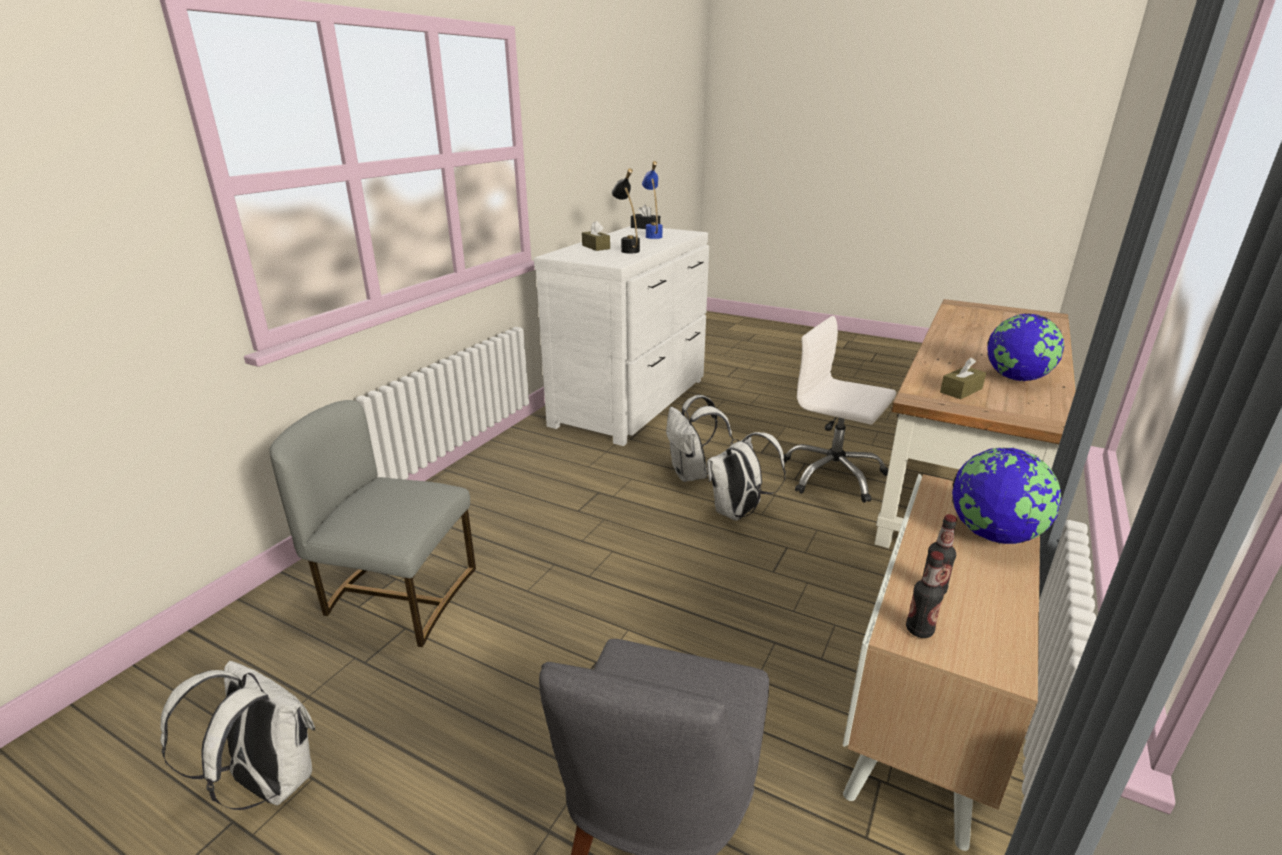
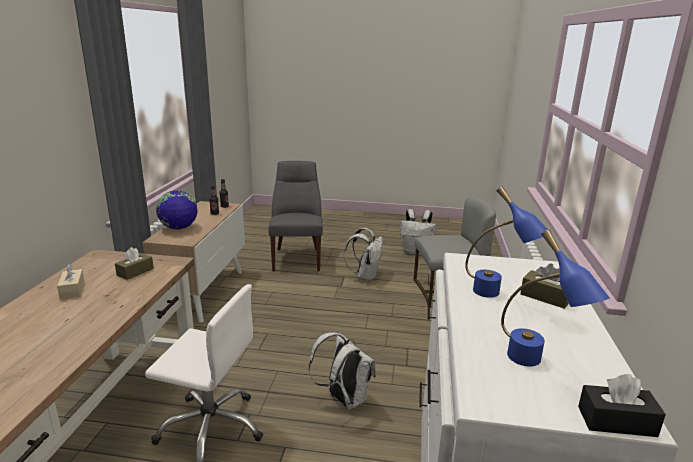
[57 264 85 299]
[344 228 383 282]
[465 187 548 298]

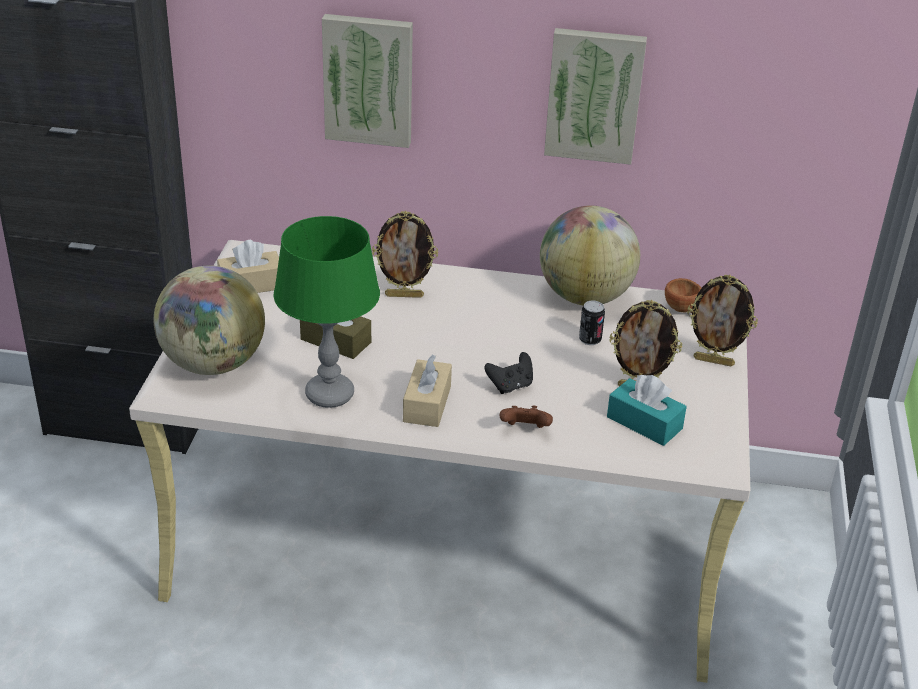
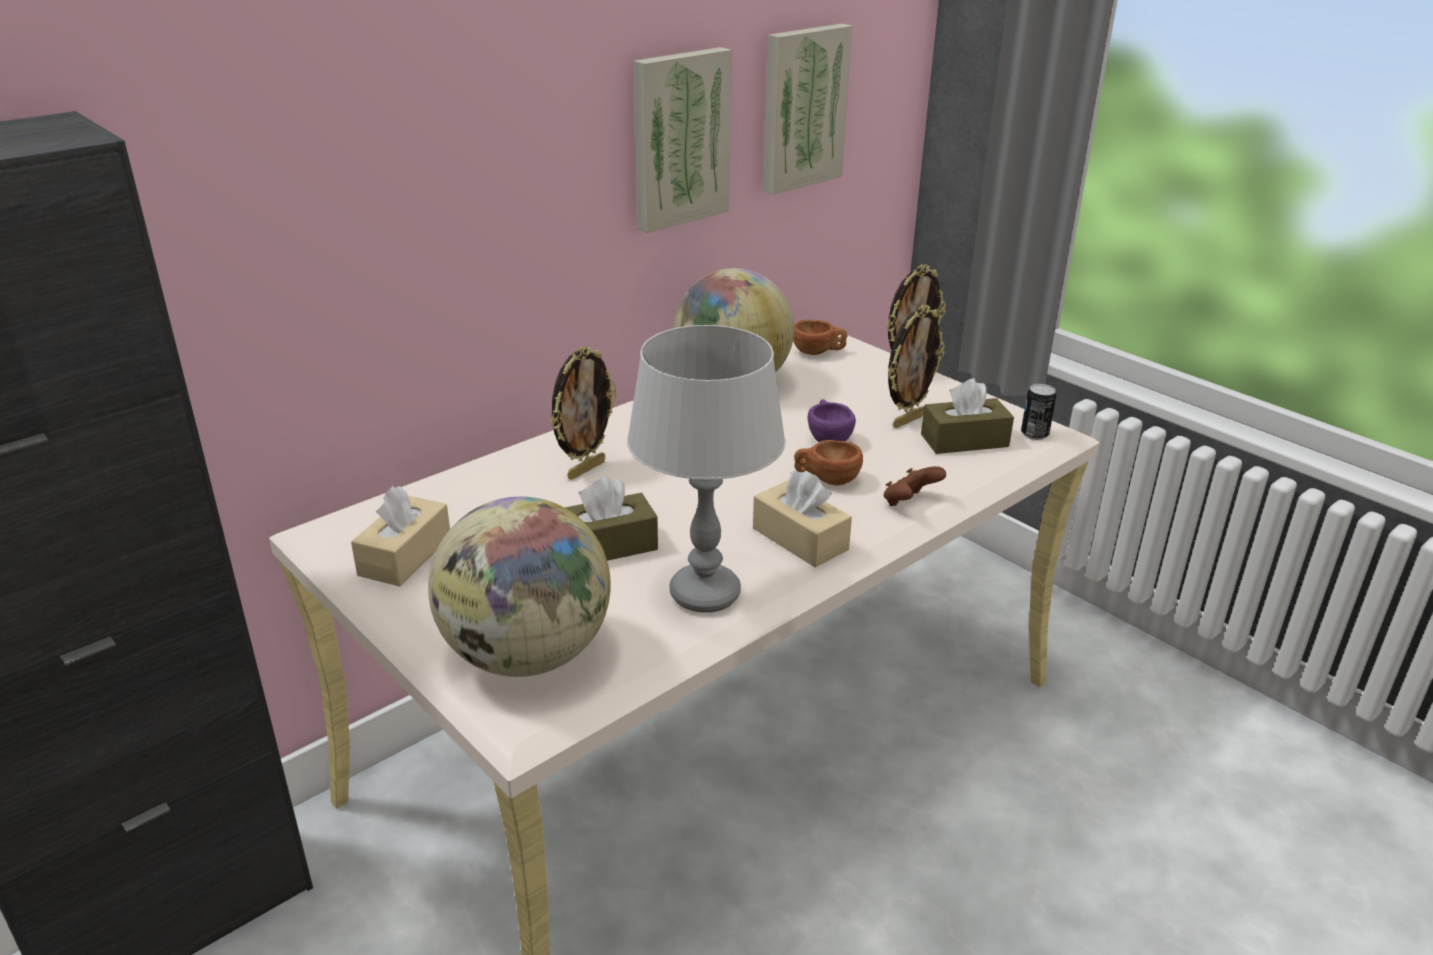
[627 325 786 613]
[763 24 852 195]
[794 440 863 485]
[808 399 856 442]
[921 379 1014 454]
[1021 384 1056 440]

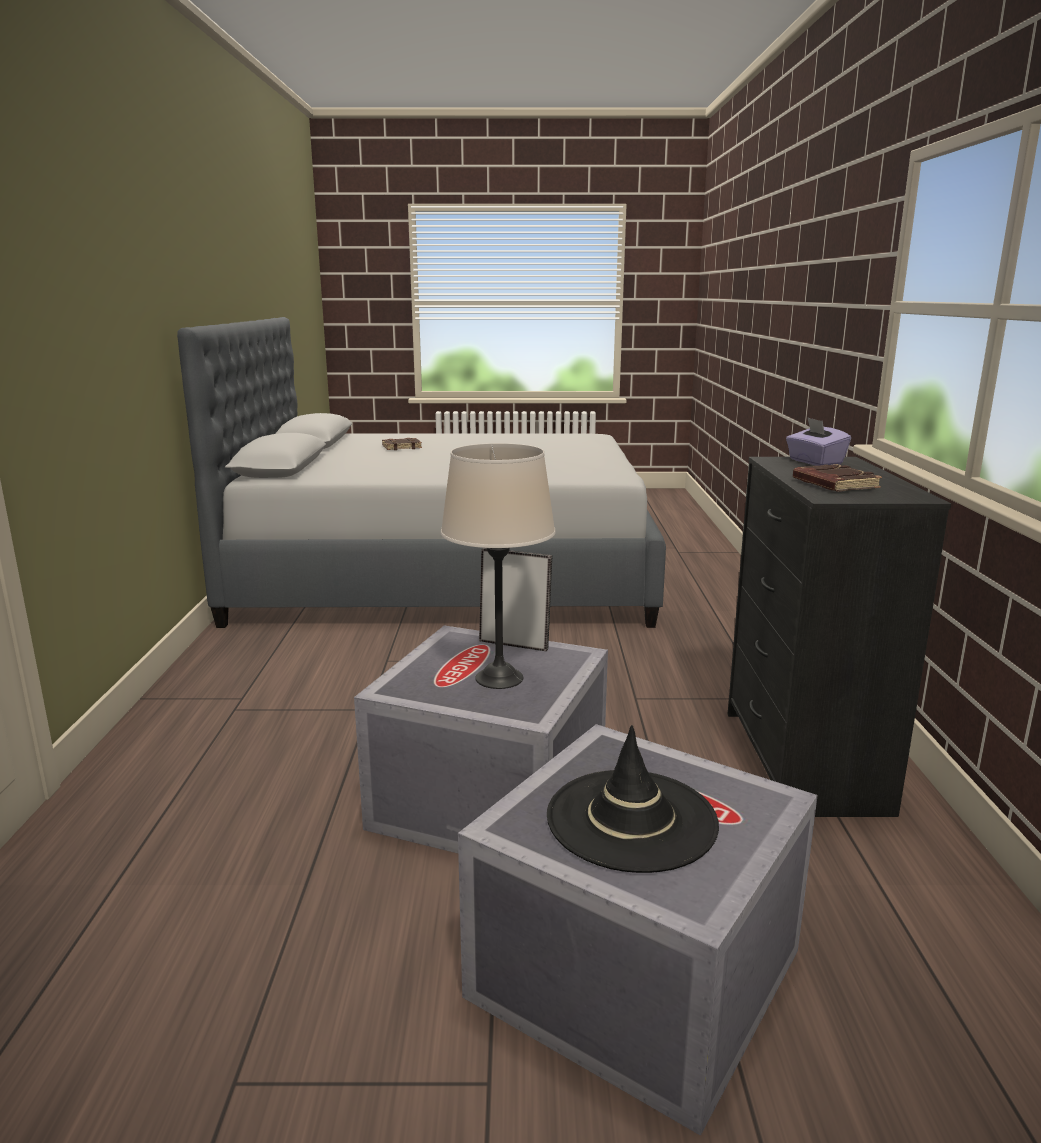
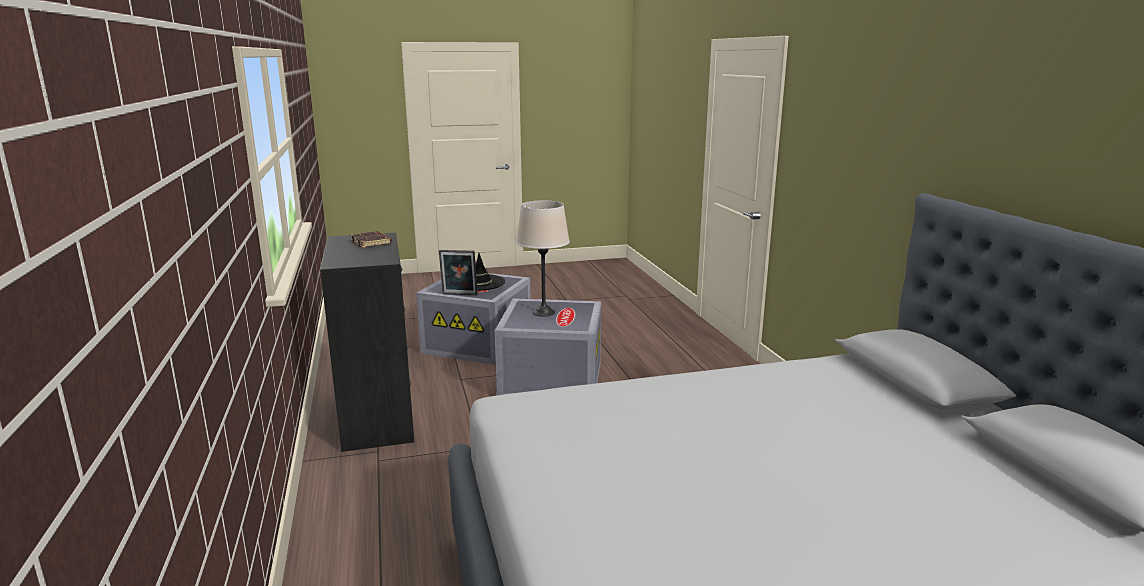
[439 250 477 295]
[382 438 422 450] (first image)
[786 417 851 466] (first image)

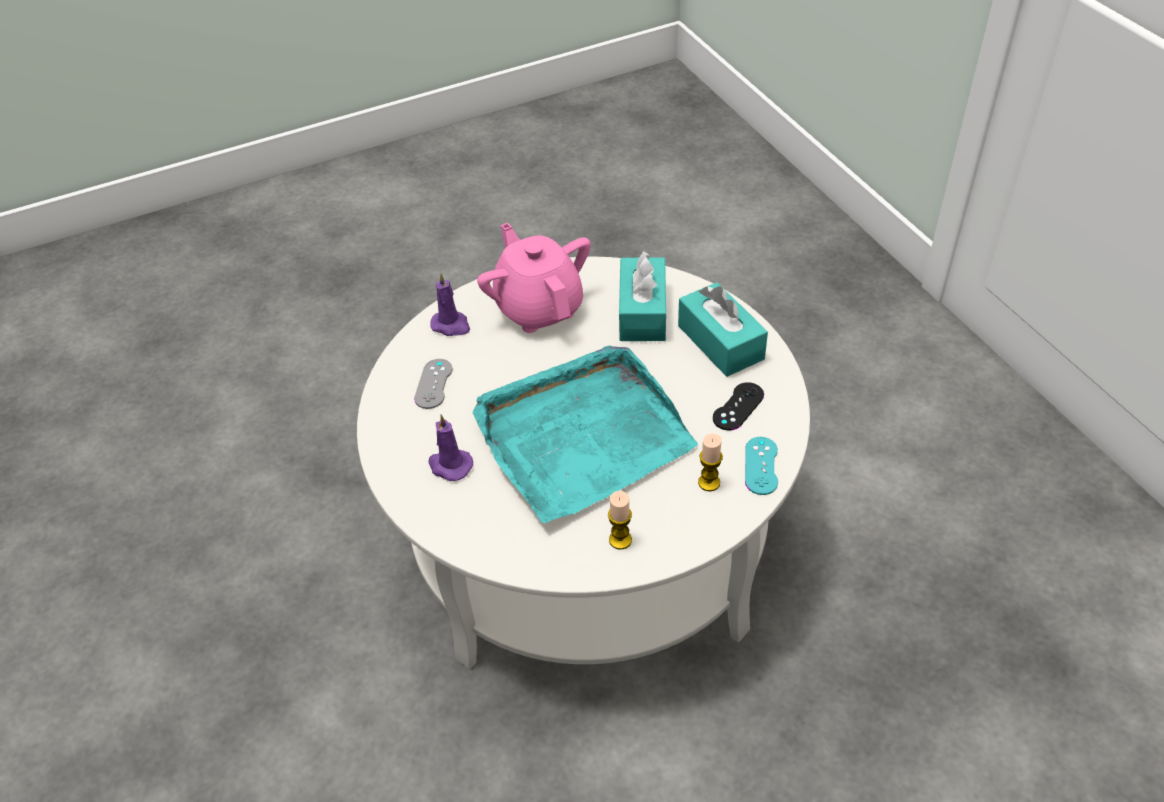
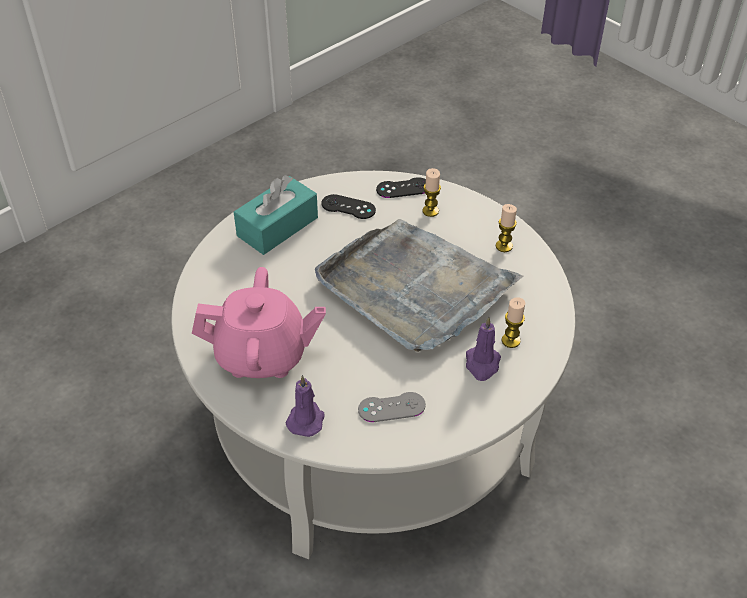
[192 267 326 378]
[315 219 523 352]
[376 177 426 198]
[502 297 525 348]
[619 251 666 341] (first image)

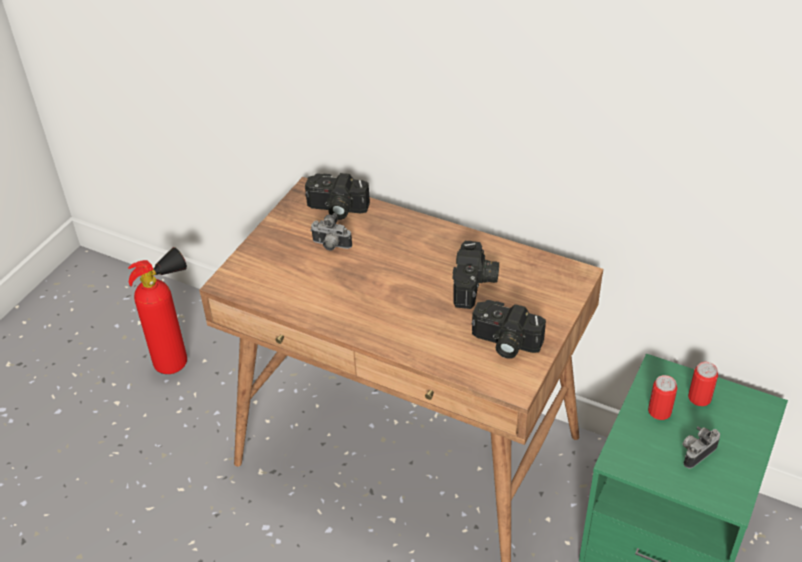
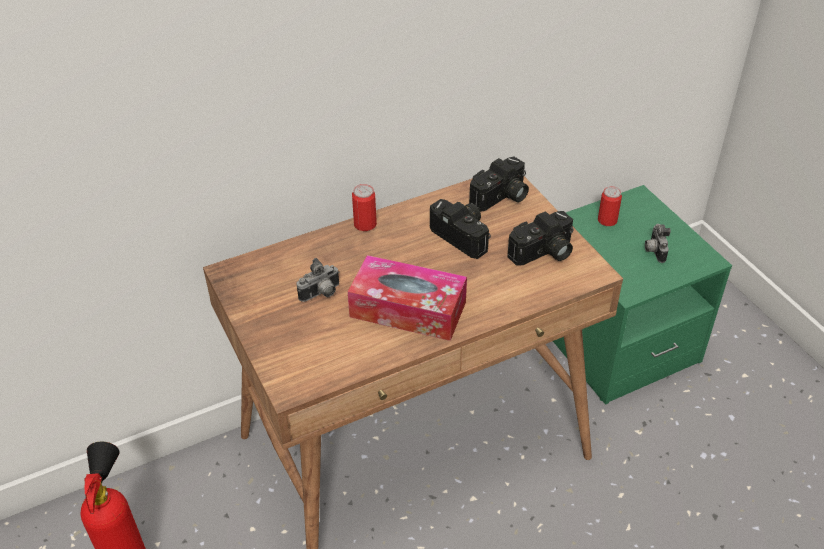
[348 255 467 341]
[352 184 377 231]
[469 156 529 212]

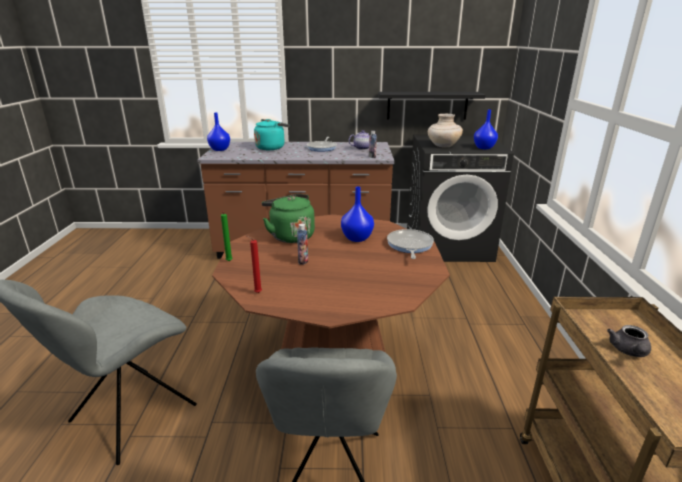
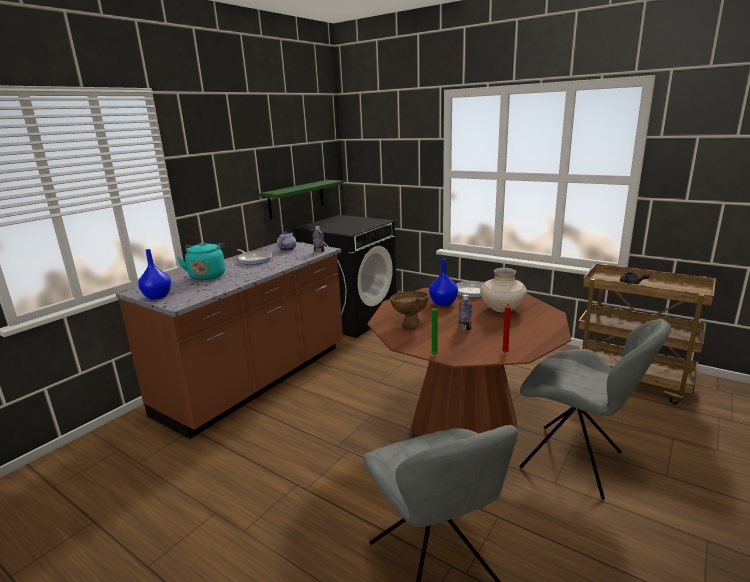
[259 180 343 219]
[390 290 429 328]
[480 268 527 313]
[474 109 498 149] (first image)

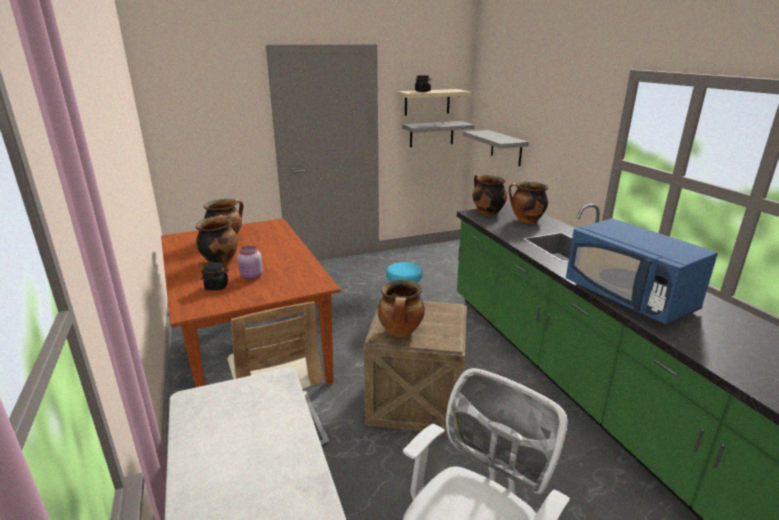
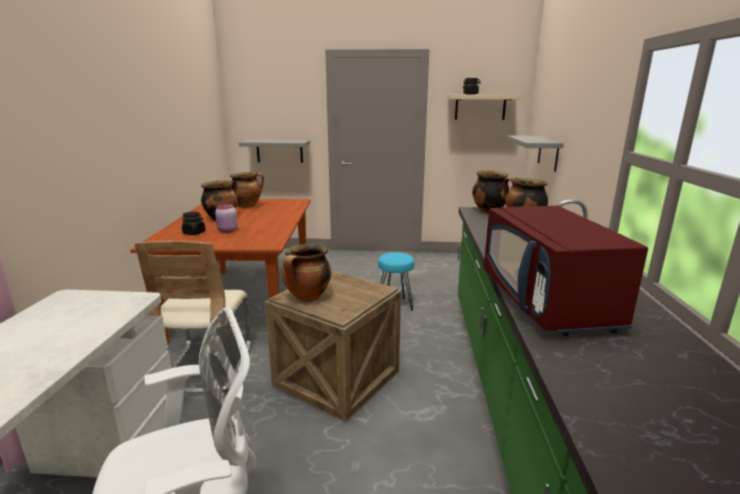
[239 140 310 163]
[484 206 648 336]

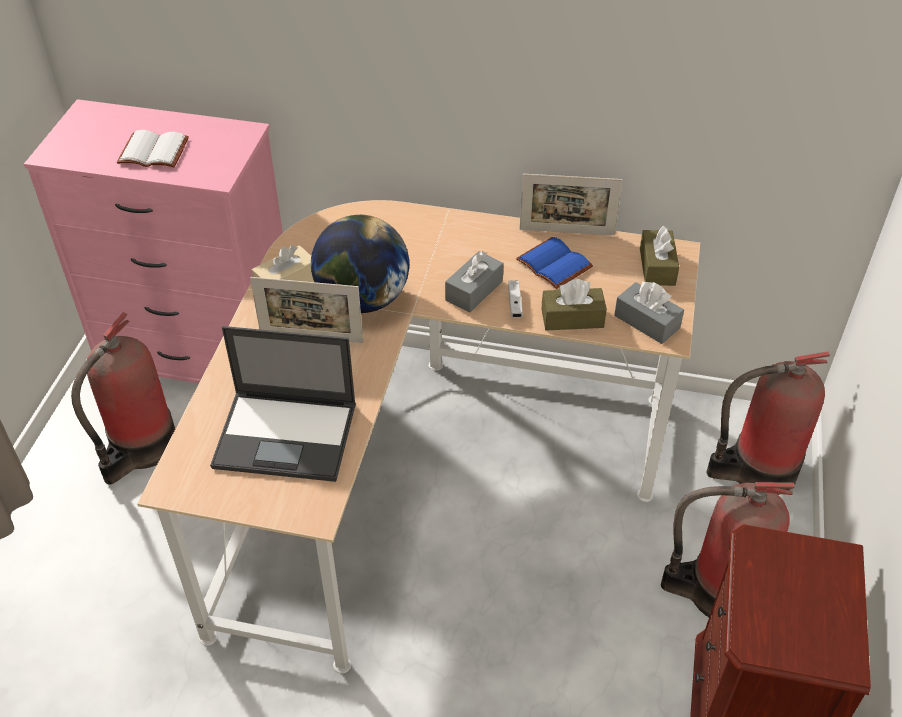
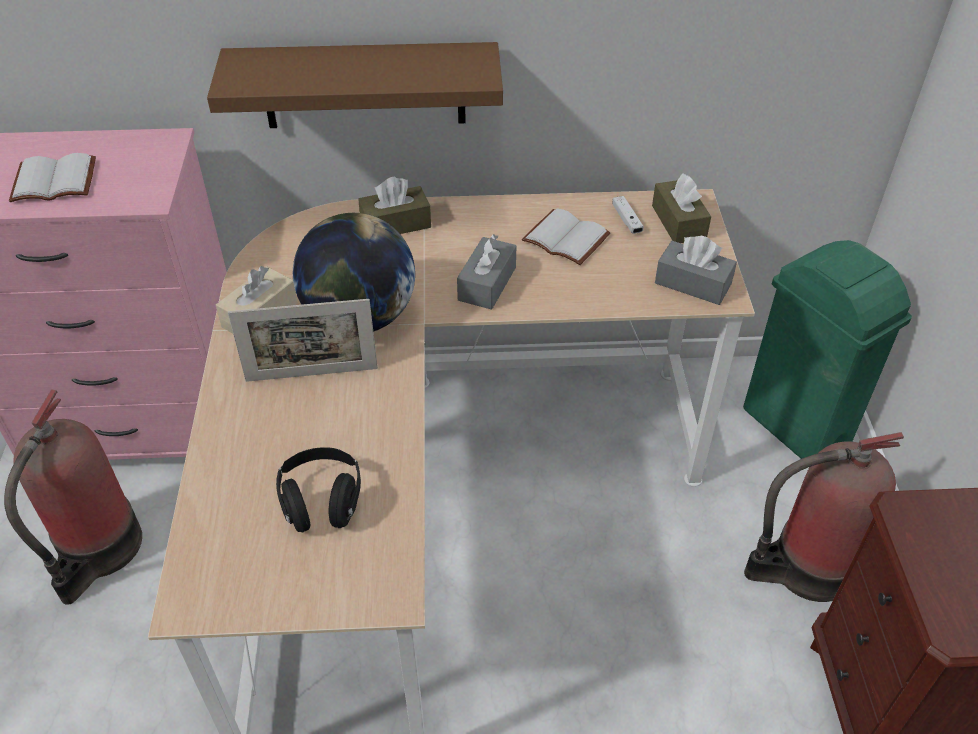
[207 42 503 128]
[276 447 361 532]
[358 177 431 234]
[522 208 611 265]
[612 196 644 234]
[743 240 912 459]
[520 174 623 235] (first image)

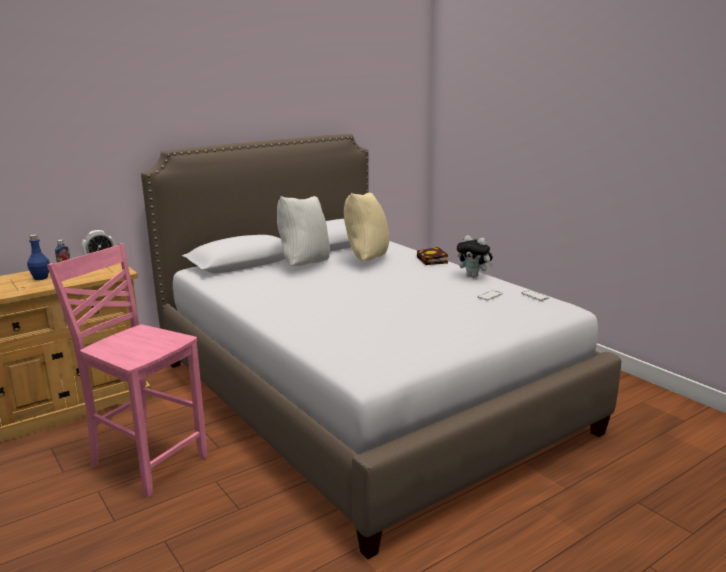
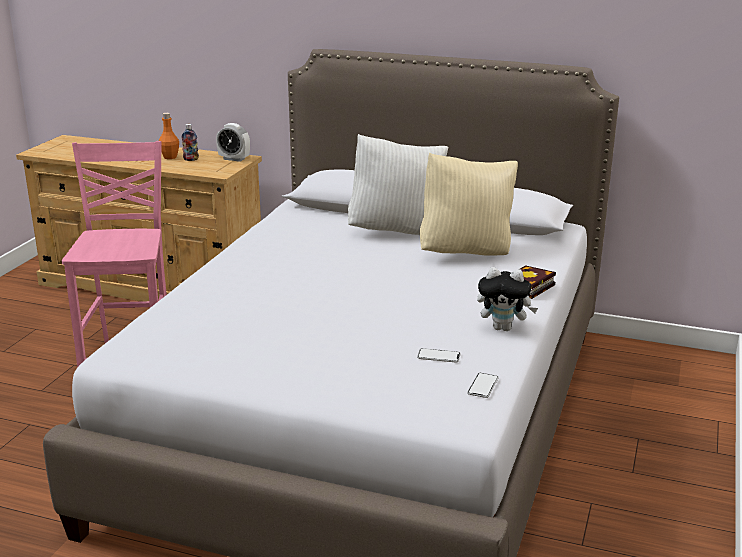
[159 113 179 159]
[477 267 538 331]

